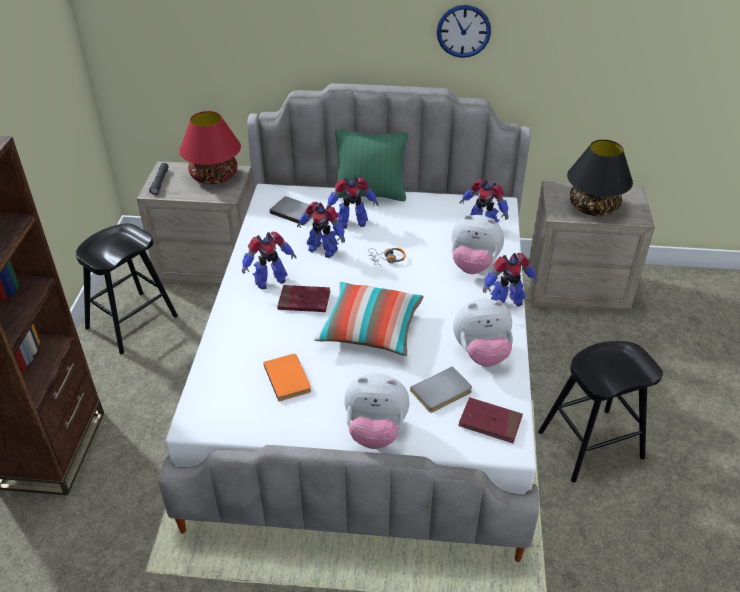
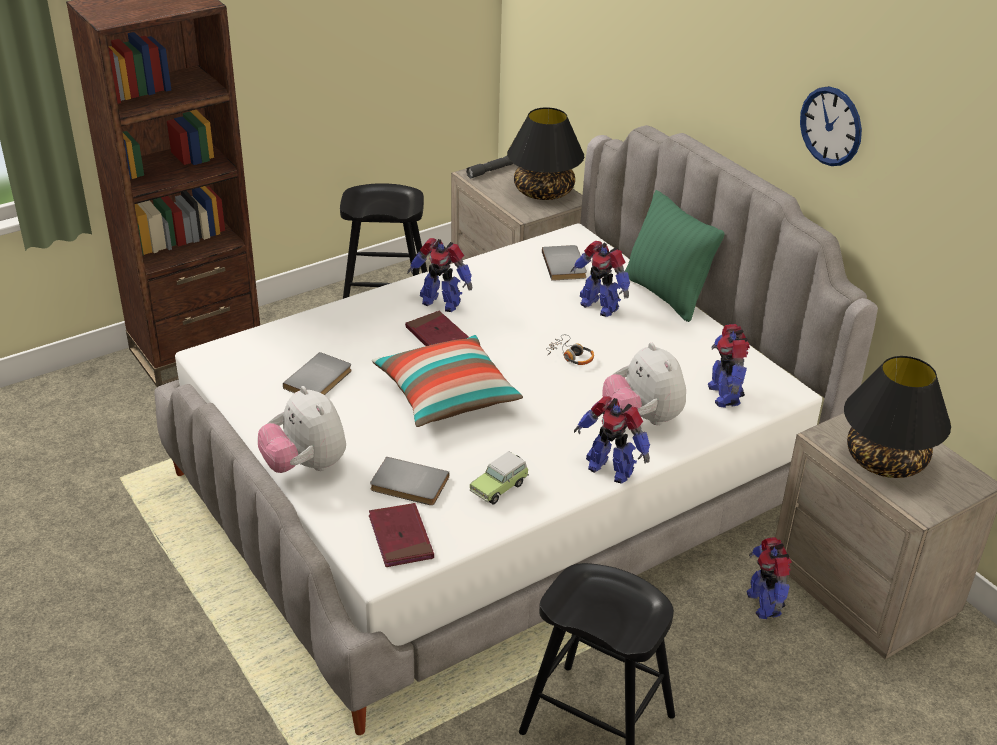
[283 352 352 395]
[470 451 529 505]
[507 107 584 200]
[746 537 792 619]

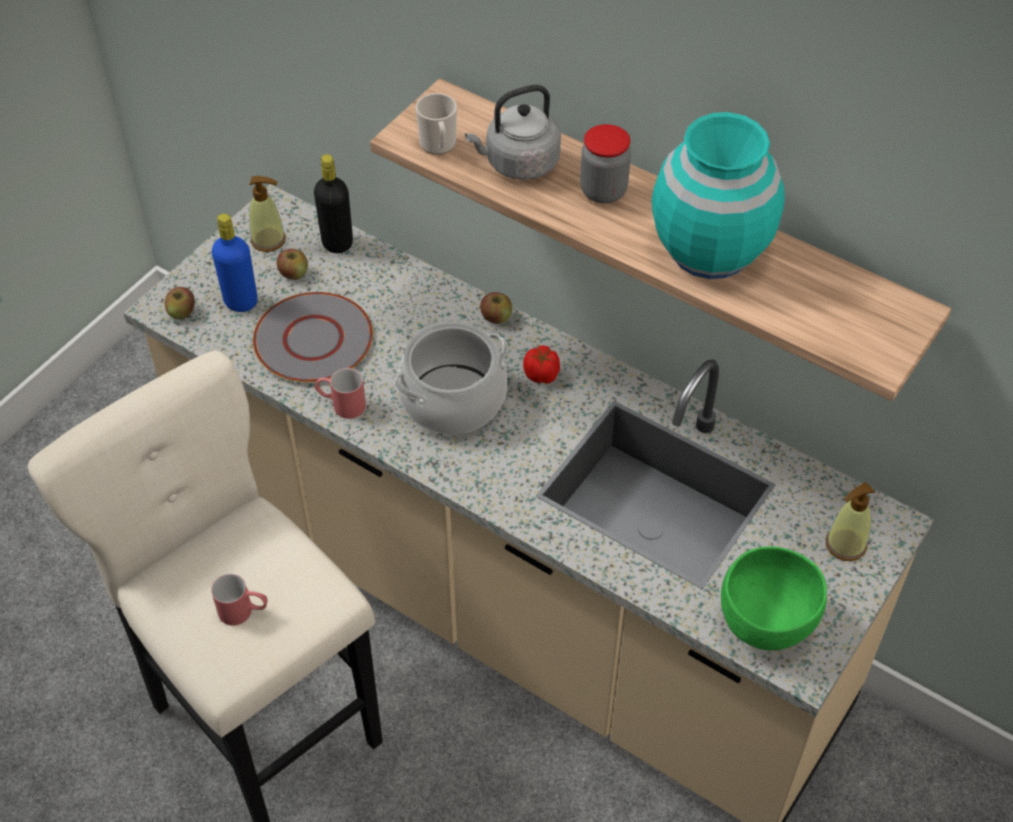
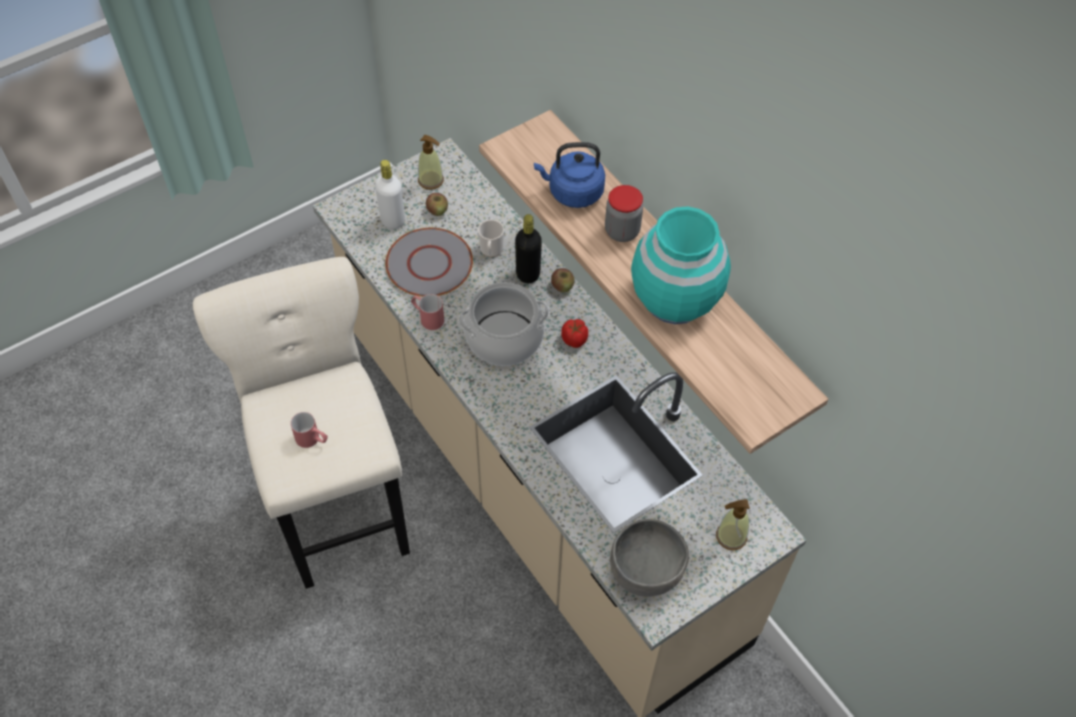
[375 160 405 229]
[478 220 504 257]
[515 214 542 283]
[534 142 605 208]
[610 519 689 597]
[165 287 195 319] (first image)

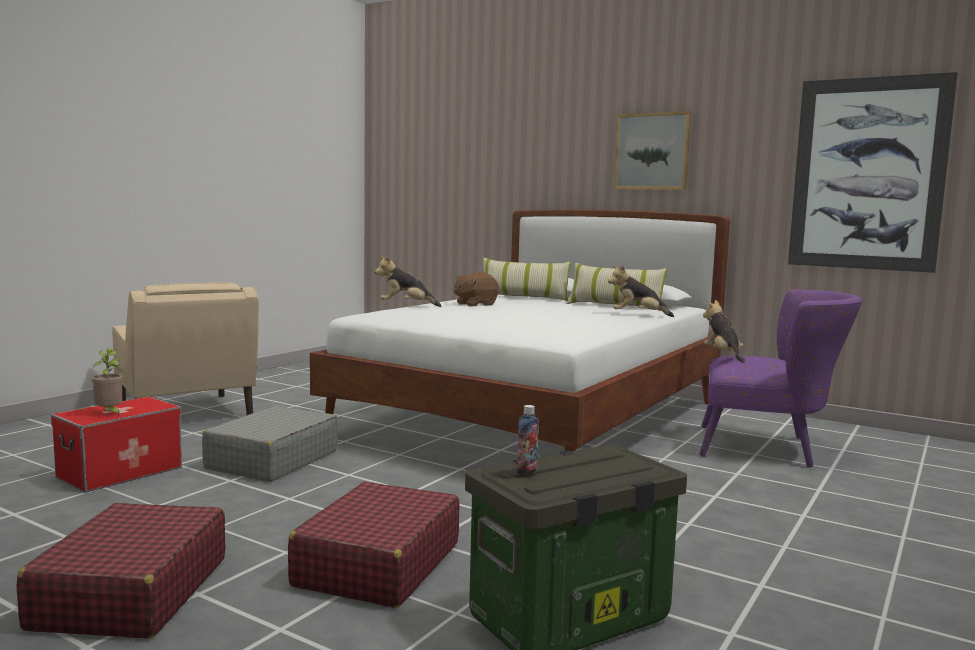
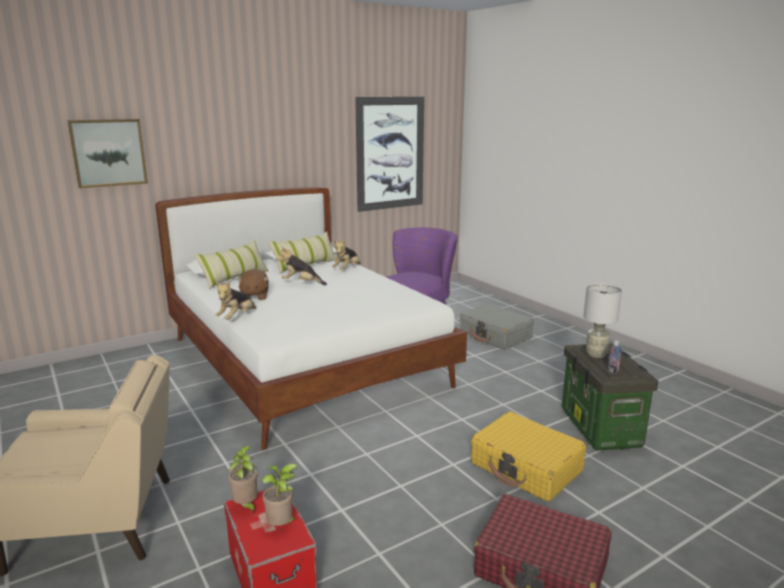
[67 119 148 188]
[228 446 258 514]
[277 246 327 285]
[460 304 534 350]
[471 412 586 502]
[583 284 622 358]

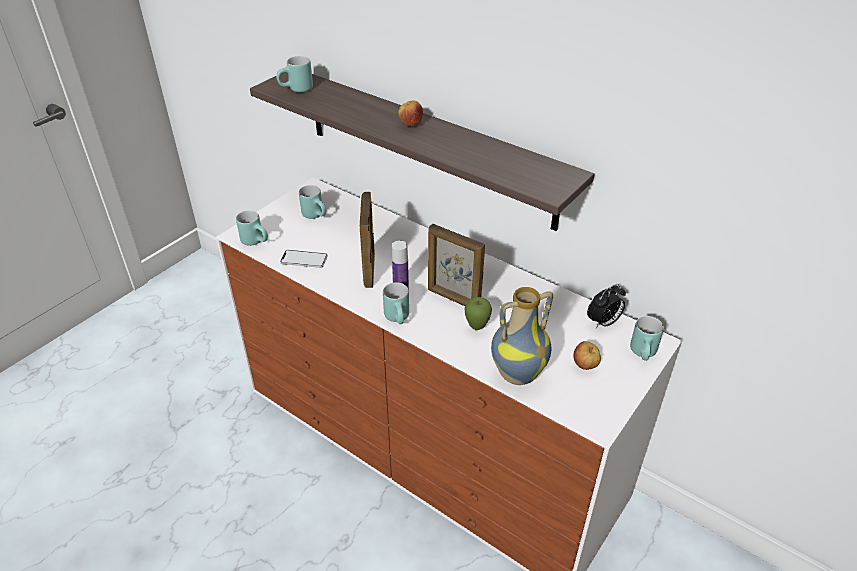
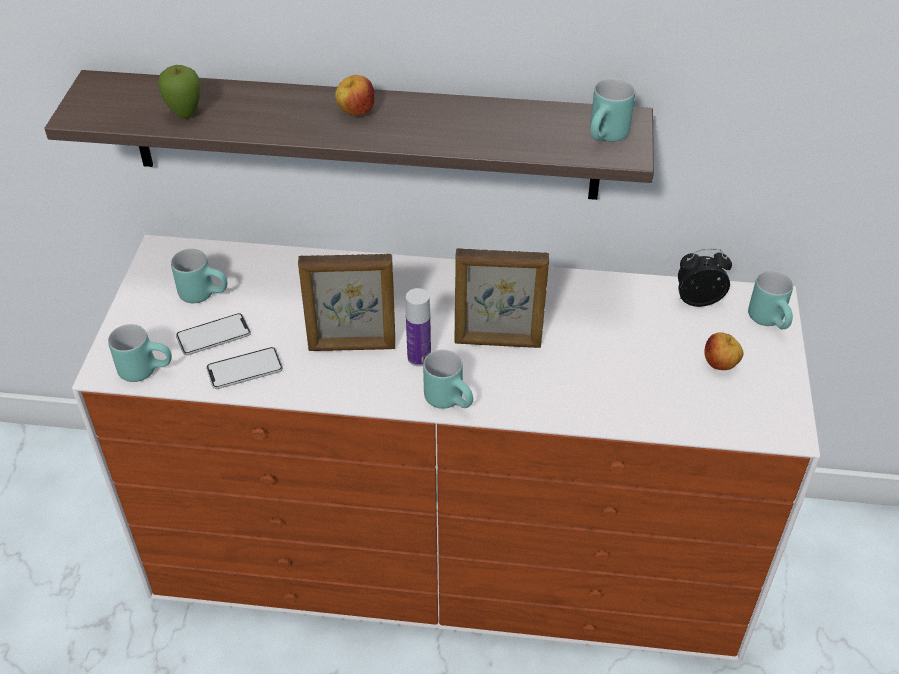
[158 65 200 119]
[176 313 251 355]
[298 254 395 351]
[590 78 635 142]
[678 249 732 307]
[491 287 553 385] (first image)

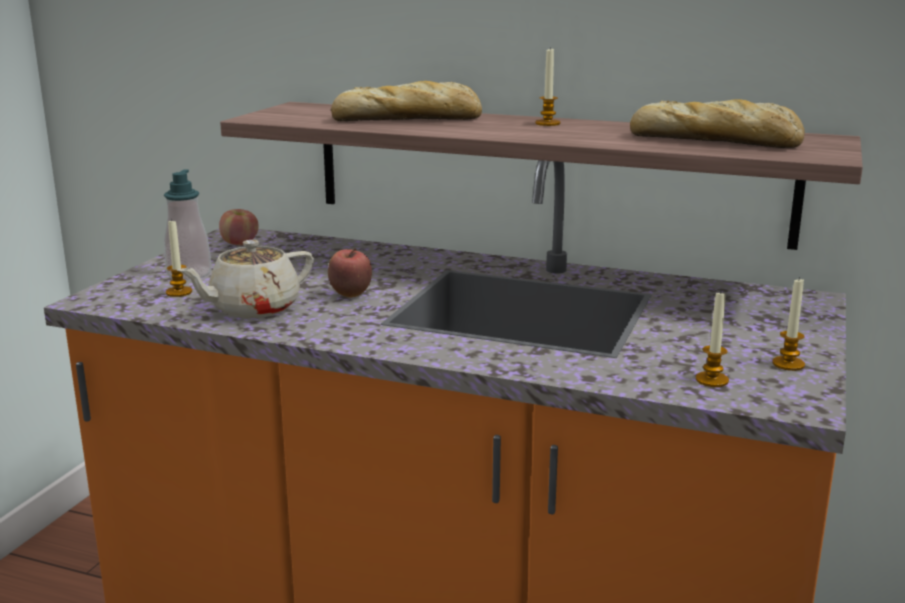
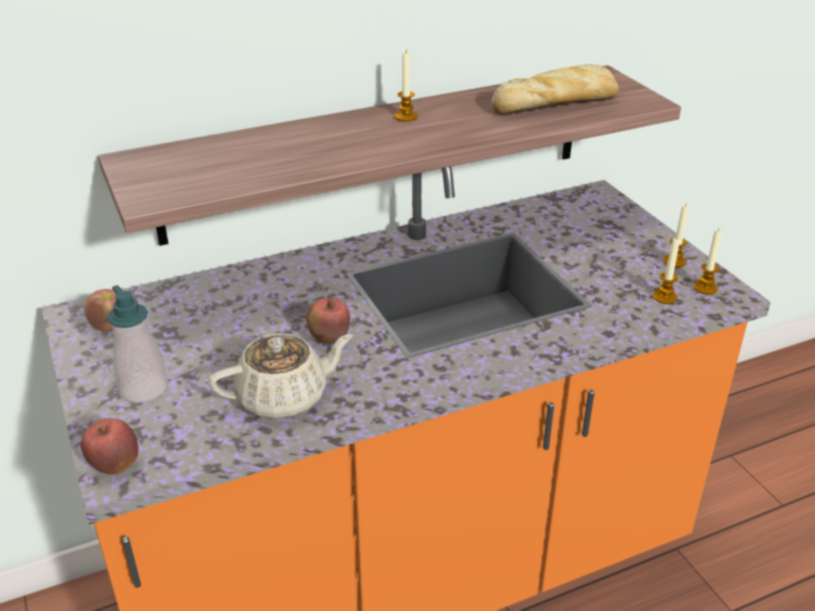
[81 418 138 475]
[209 333 353 419]
[694 229 722 294]
[331 81 482 121] (first image)

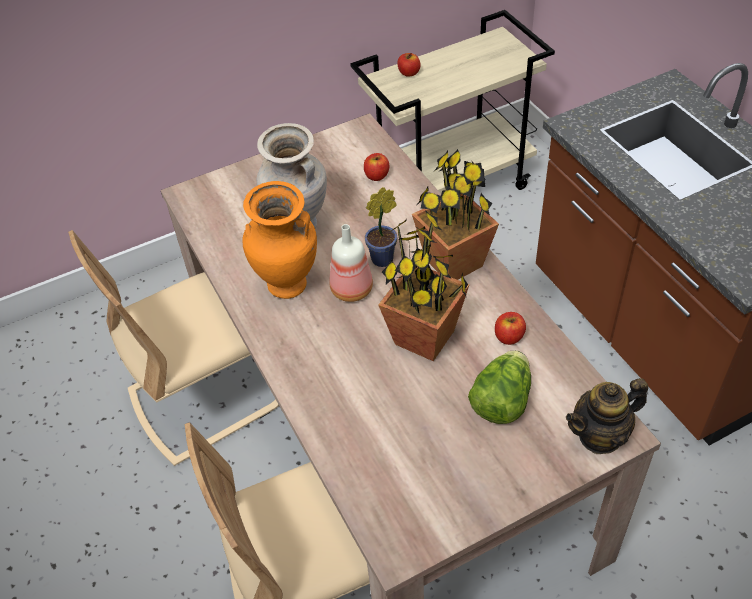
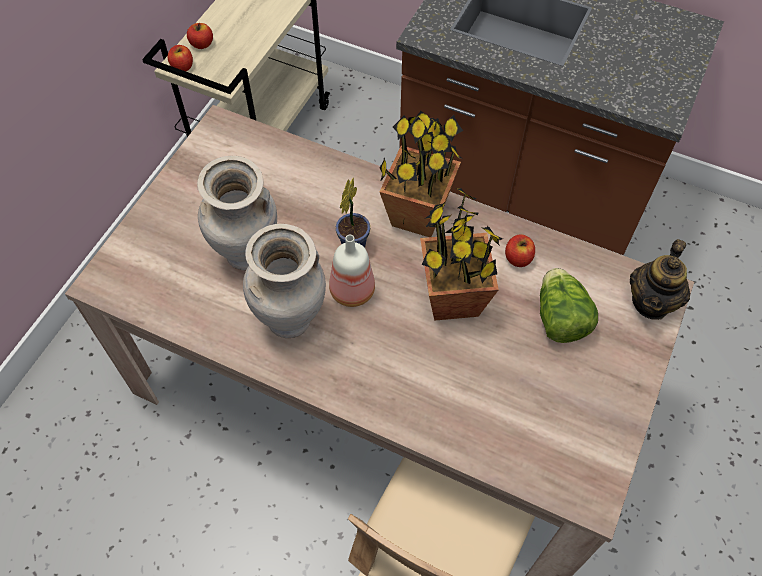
[168 45 193 71]
[243 224 326 338]
[68 230 279 466] (first image)

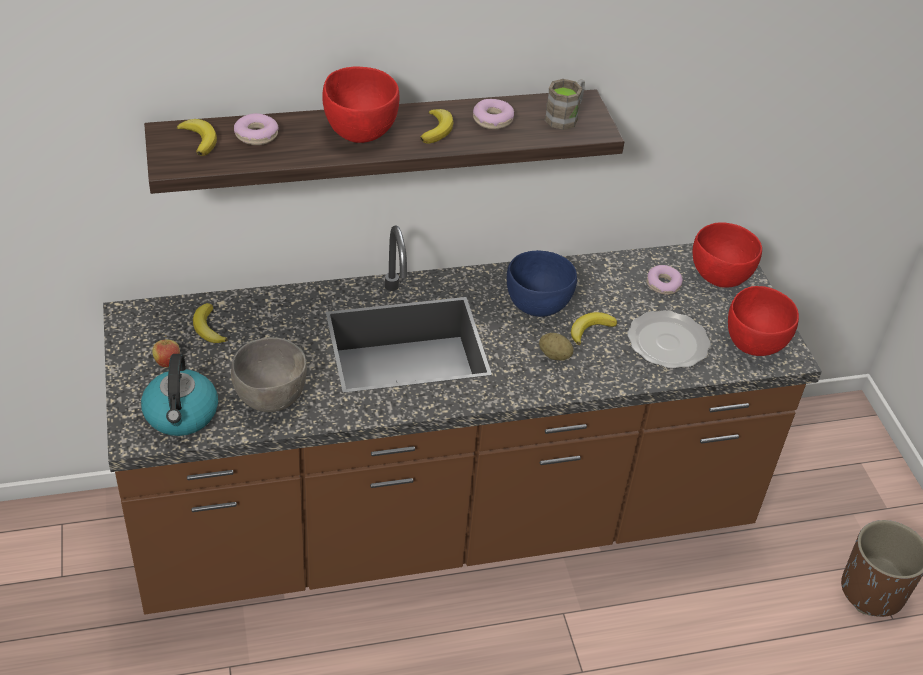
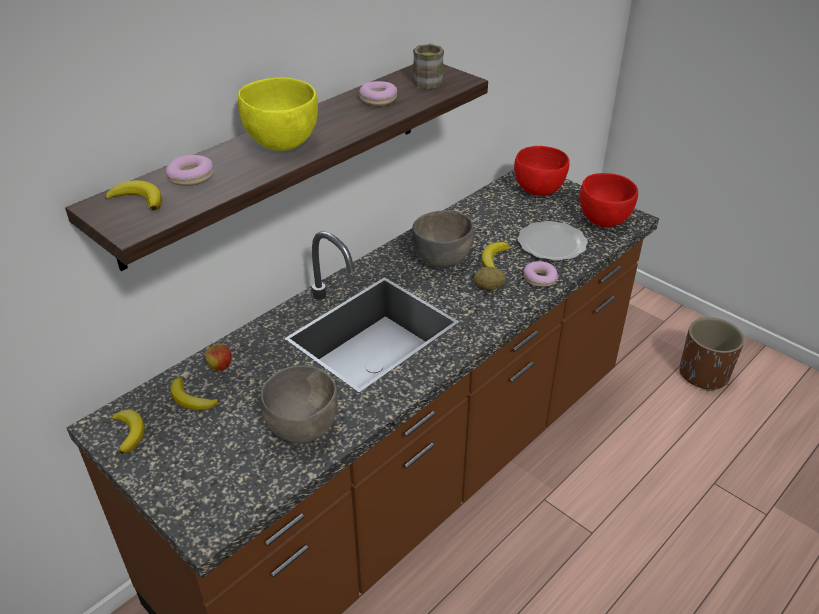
[111 409 145 454]
[205 342 232 371]
[238 77 318 151]
[412 210 474 268]
[524 261 557 287]
[141 354 218 436] (first image)

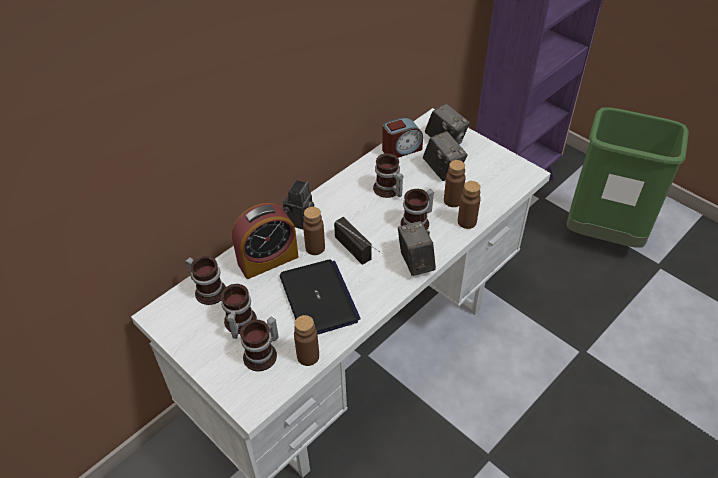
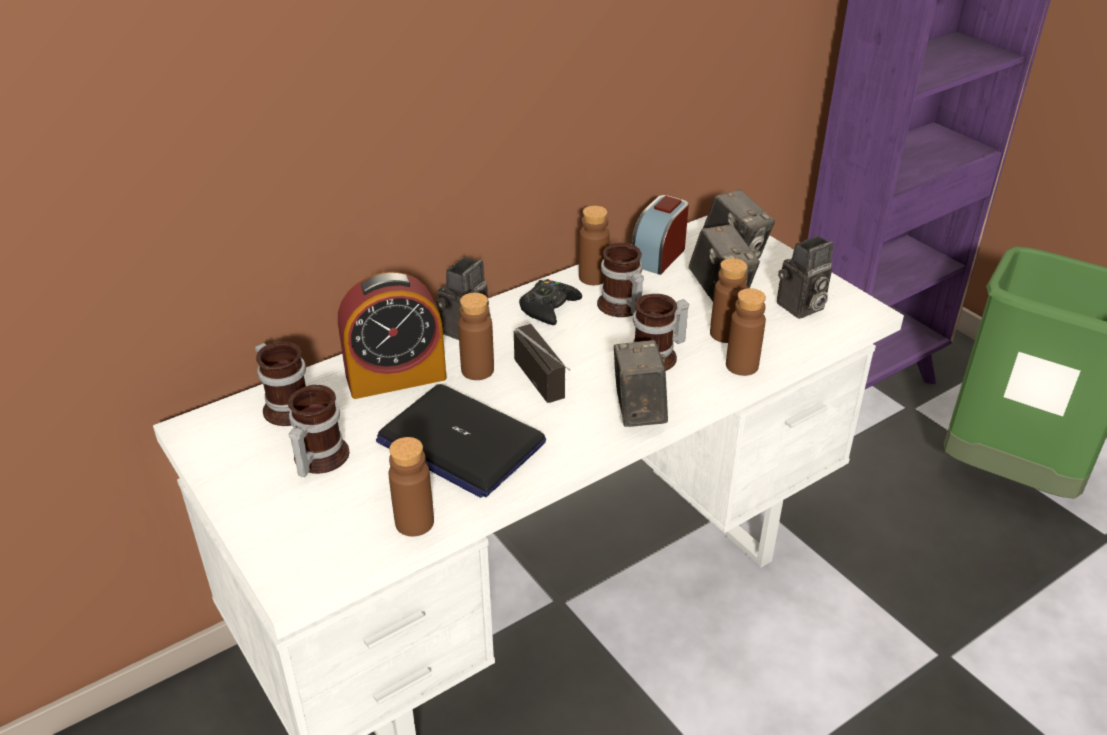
[376 384 546 498]
[519 279 582 325]
[579 206 610 285]
[632 195 689 275]
[777 236 834 319]
[240 316 279 371] (first image)

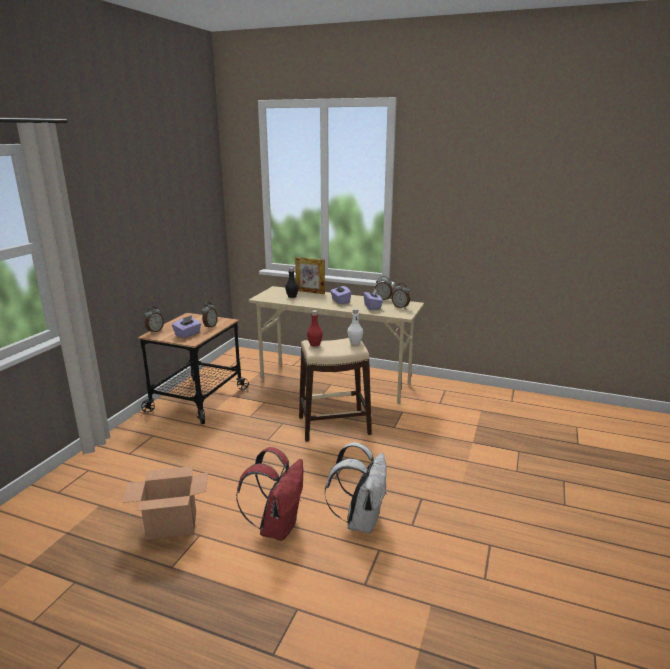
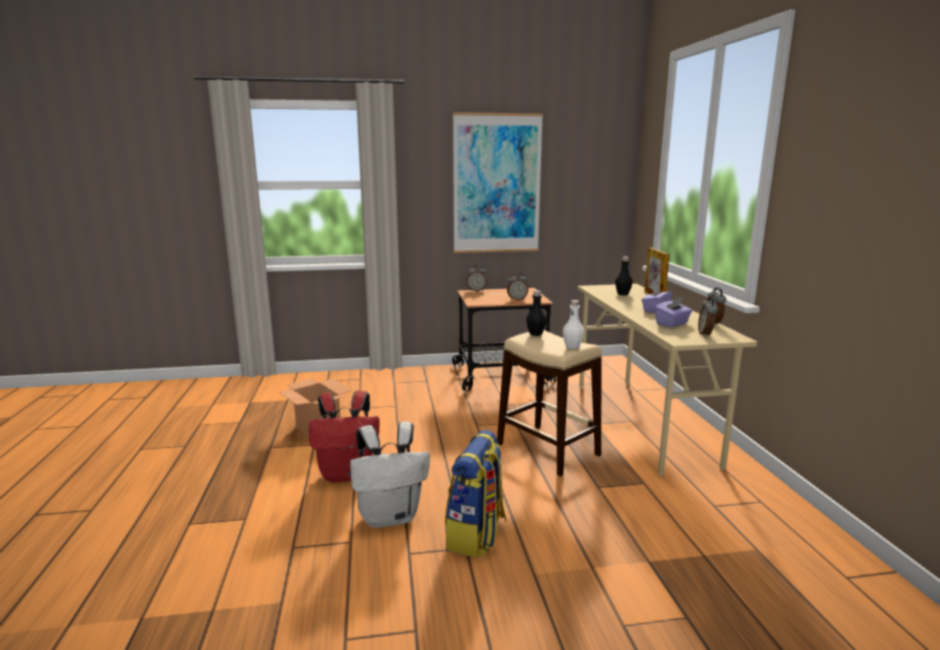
[445 430 507 558]
[453 112 543 253]
[526 290 547 336]
[172 316 201 338] (first image)

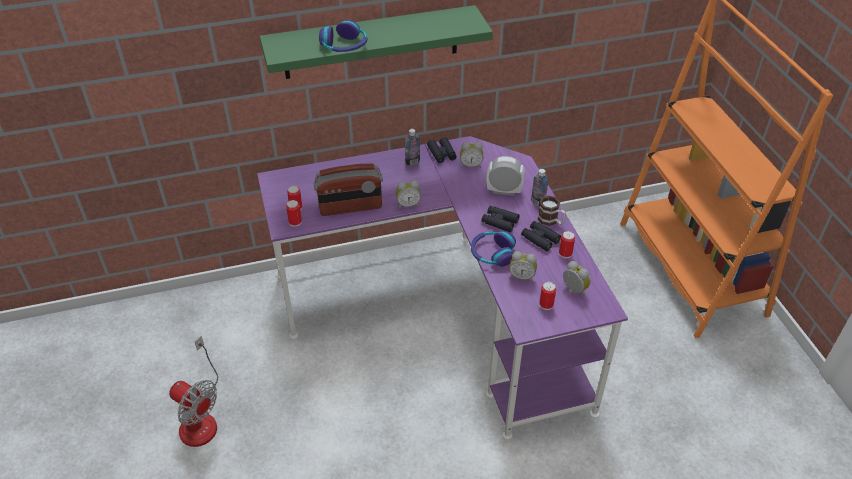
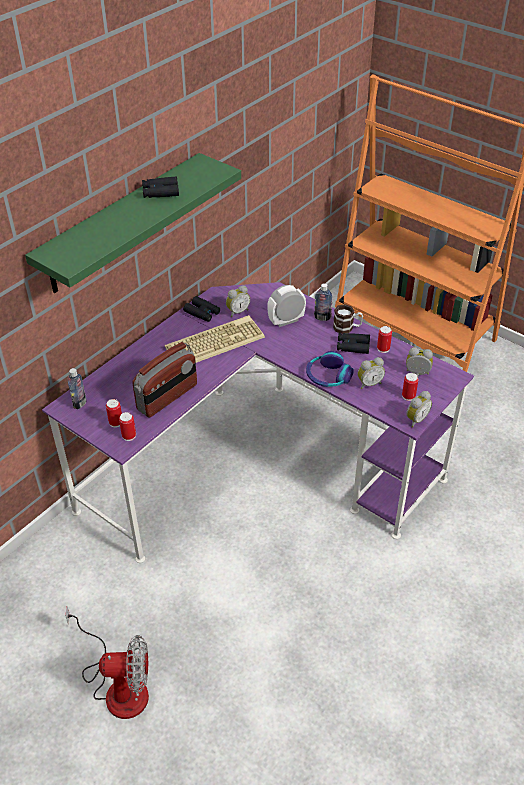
[68 368 86 409]
[142 176 179 198]
[165 315 265 363]
[406 391 432 428]
[319 20 367 52] (first image)

